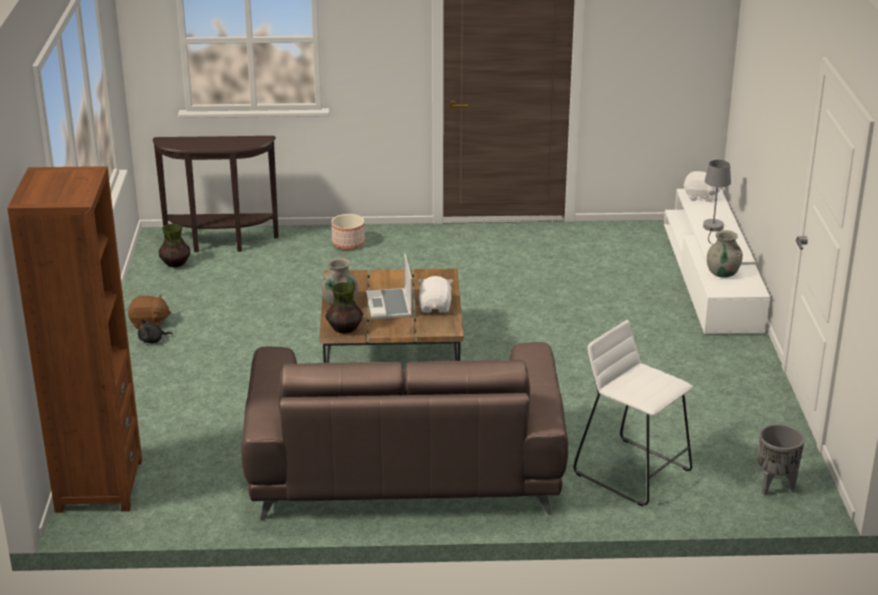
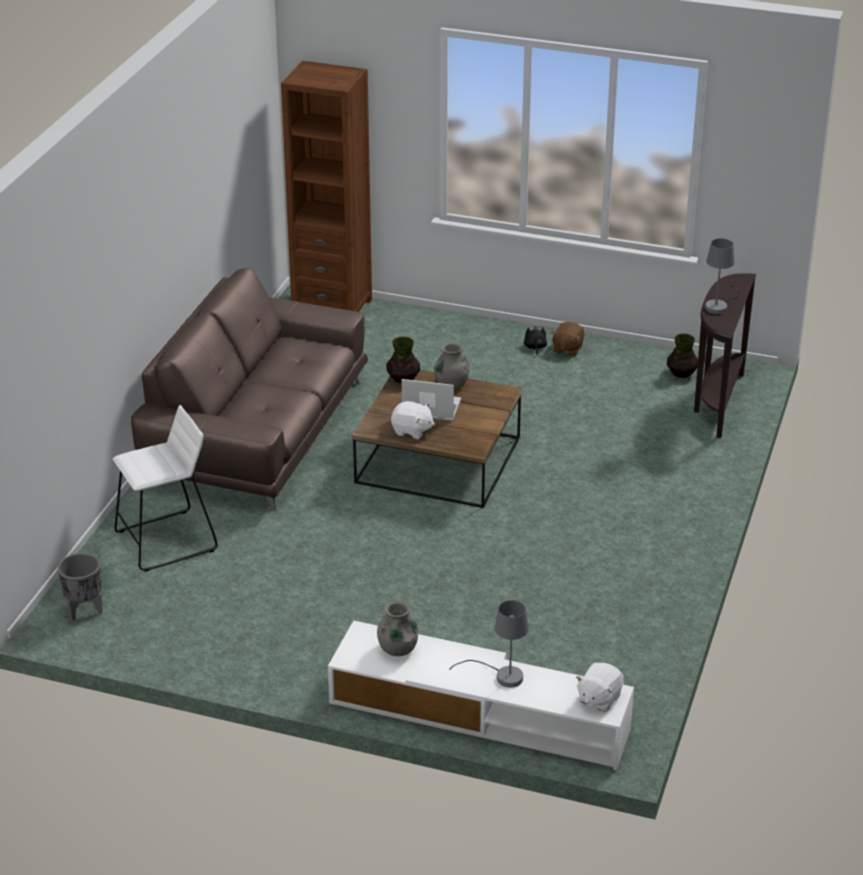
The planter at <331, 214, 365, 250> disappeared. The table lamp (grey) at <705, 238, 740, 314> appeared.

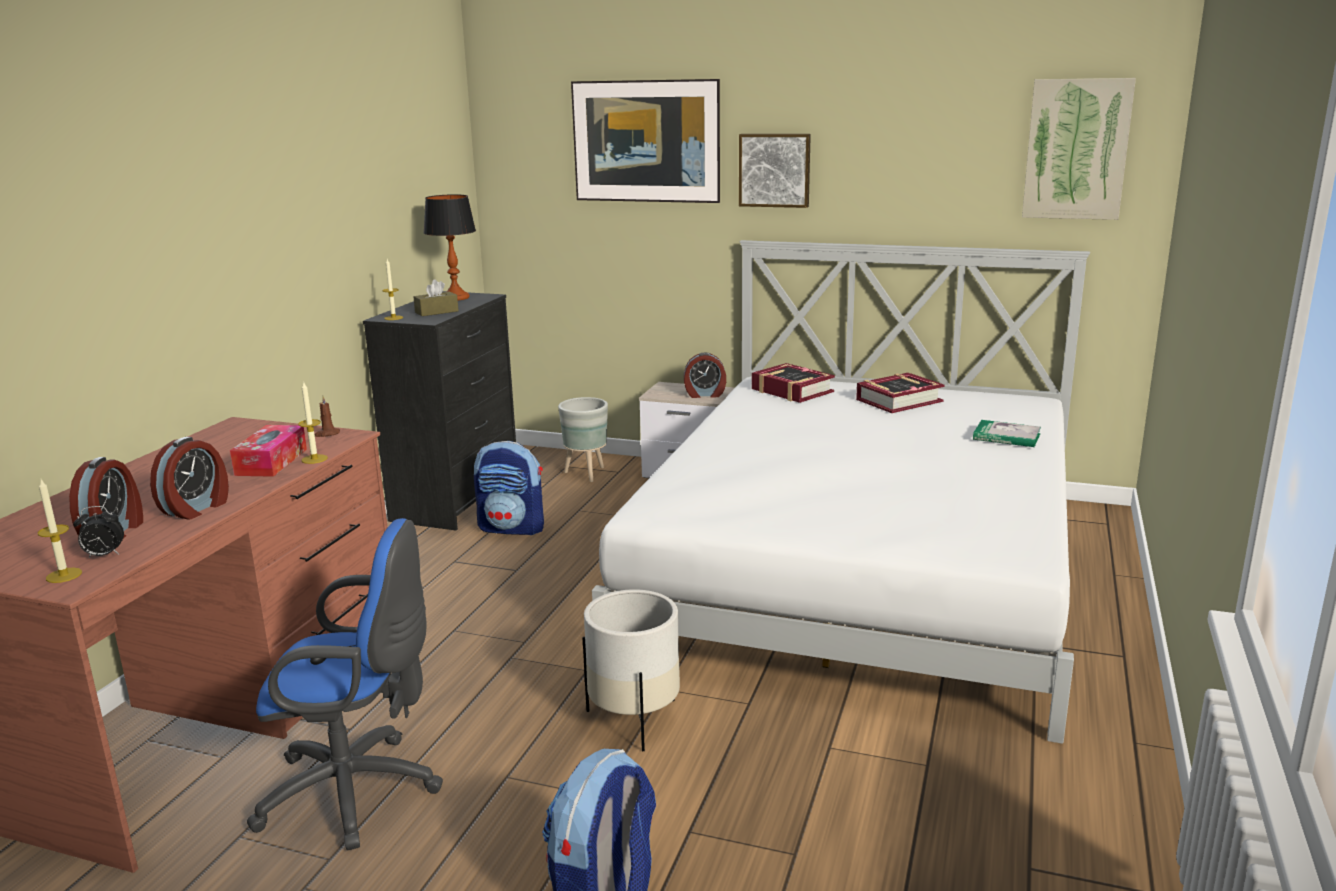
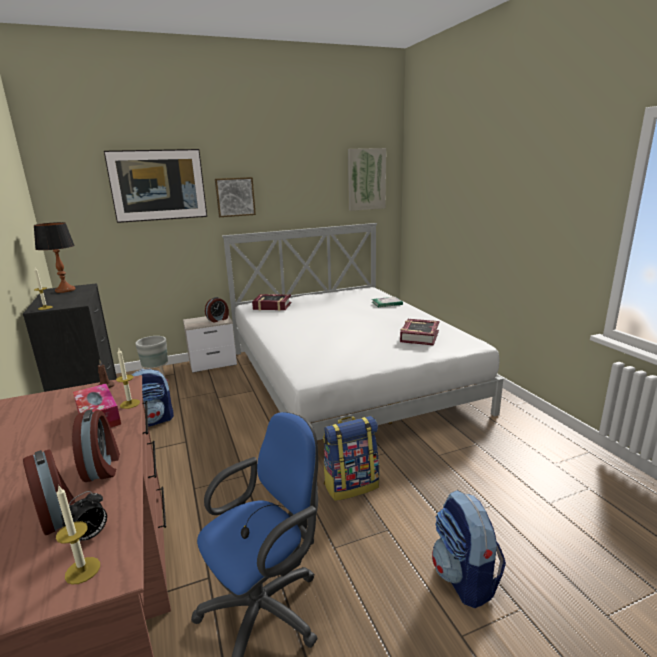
The tissue box (brown) at <414, 279, 459, 316> disappeared. The planter (white) at <583, 589, 680, 751> was replaced by the backpack at <323, 416, 379, 501>. The book moved from <856, 373, 945, 413> to <400, 319, 439, 345>.

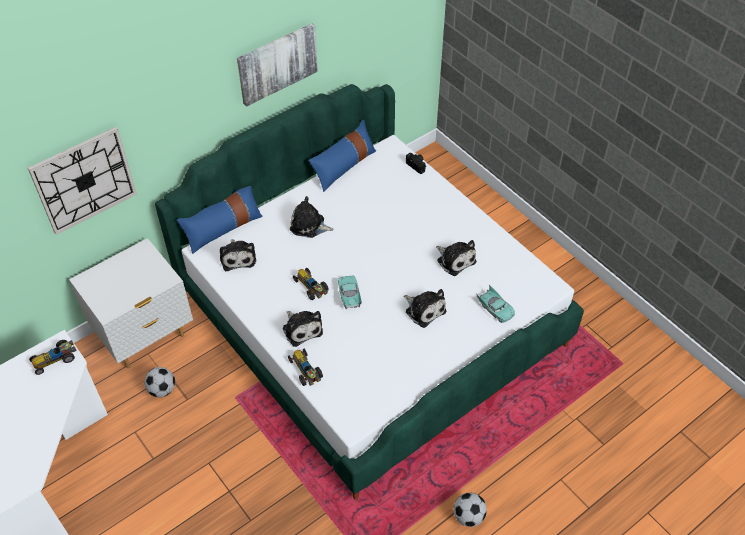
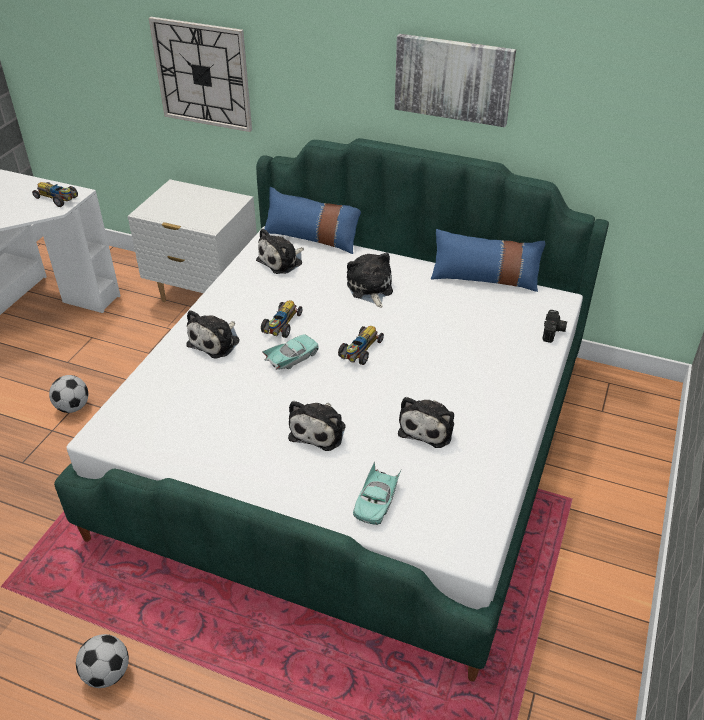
The football moved from <144, 367, 175, 397> to <49, 375, 88, 413>. The toy car moved from <288, 349, 323, 386> to <338, 326, 384, 365>.

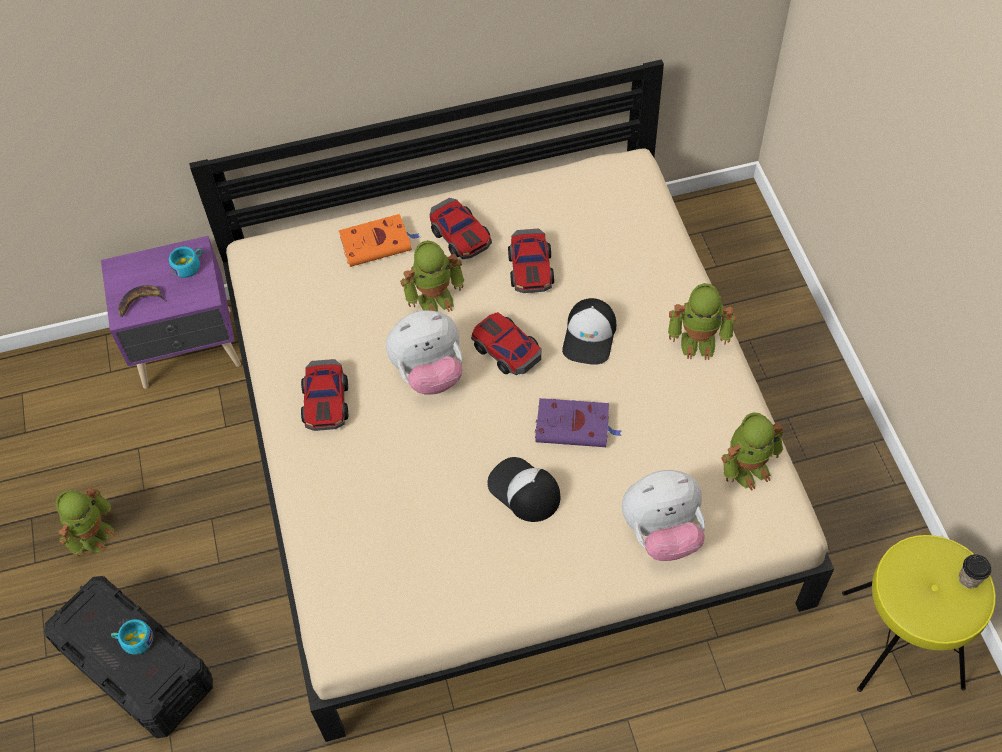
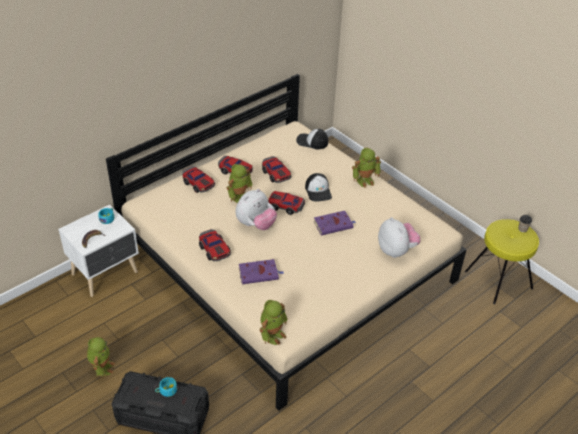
The nightstand (purple) at <101, 236, 241, 389> became the nightstand (white) at <58, 205, 139, 297>. The book (orange) at <339, 214, 420, 267> was replaced by the toy car at <182, 166, 215, 193>. The cap moved from <487, 457, 560, 522> to <296, 129, 328, 149>. The plush toy at <622, 470, 705, 561> turned 75 degrees counterclockwise. The toy robot moved from <721, 412, 783, 491> to <260, 300, 287, 345>. The book (purple) at <239, 259, 284, 284> appeared.

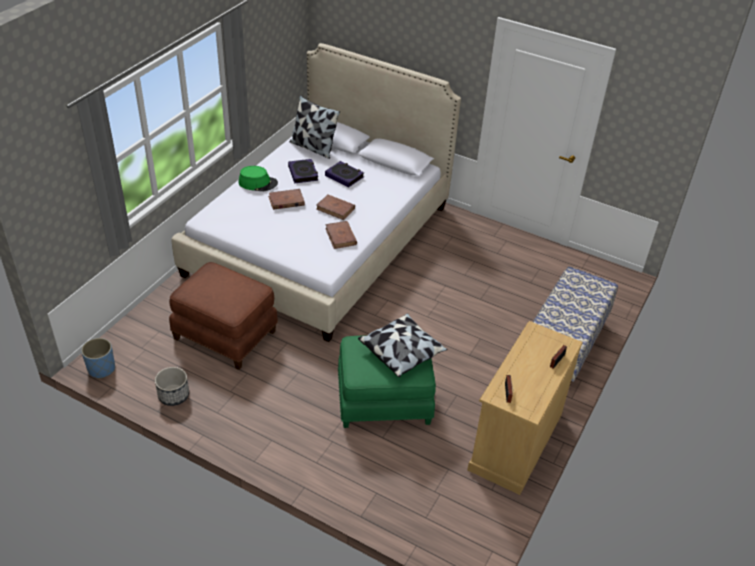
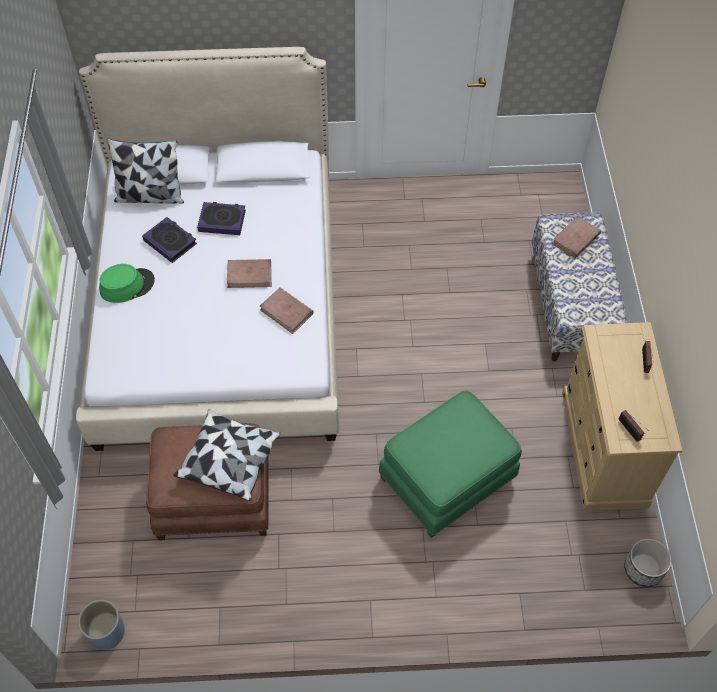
The planter moved from <155, 367, 189, 406> to <624, 538, 672, 587>. The book (brown) moved from <268, 189, 305, 210> to <552, 216, 601, 258>. The pillow moved from <358, 313, 447, 377> to <174, 409, 281, 501>.

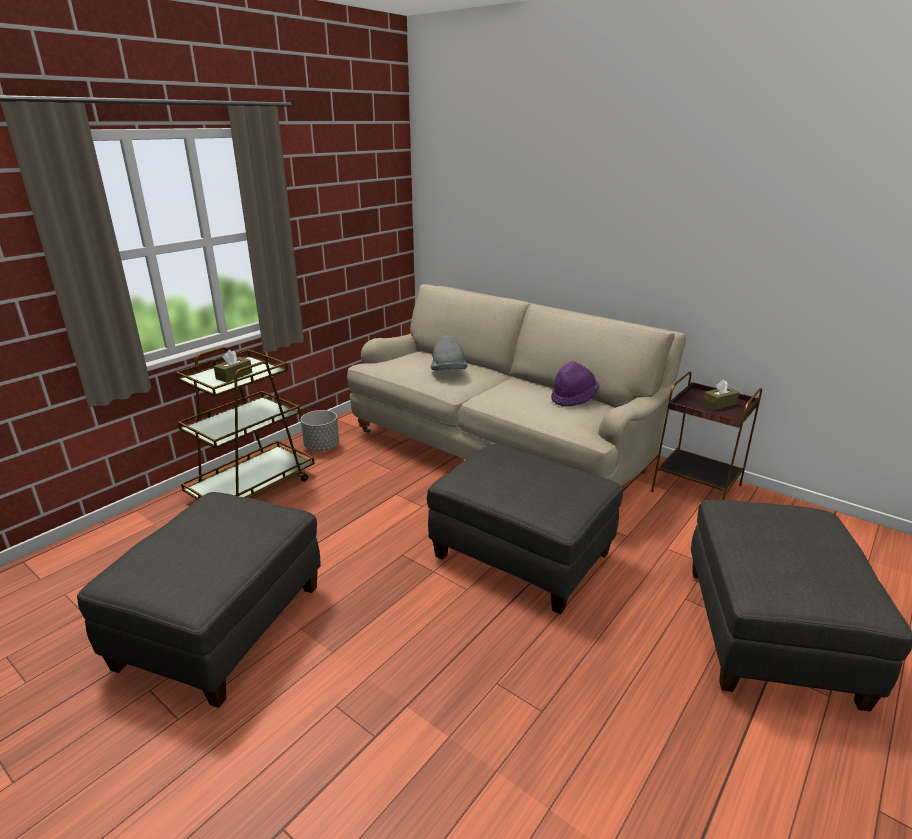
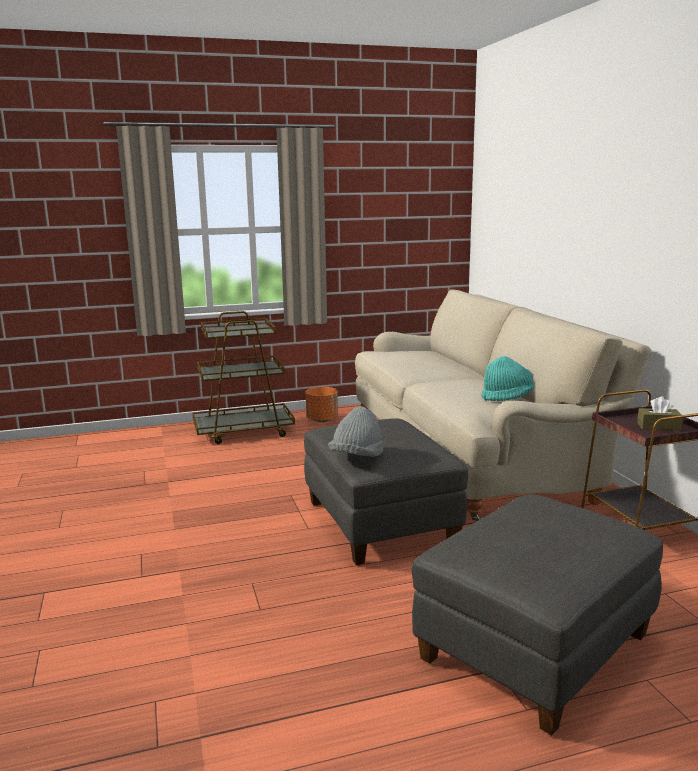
The ottoman (grey) at <77, 492, 321, 708> disappeared. The tissue box (brown) at <214, 350, 252, 383> disappeared. The planter (grey) at <301, 410, 339, 451> became the planter (orange) at <306, 387, 338, 422>. The hat (grey) moved from <430, 335, 468, 371> to <328, 406, 383, 457>. The hat (purple) at <551, 361, 599, 407> became the hat (turquoise) at <481, 356, 534, 401>.

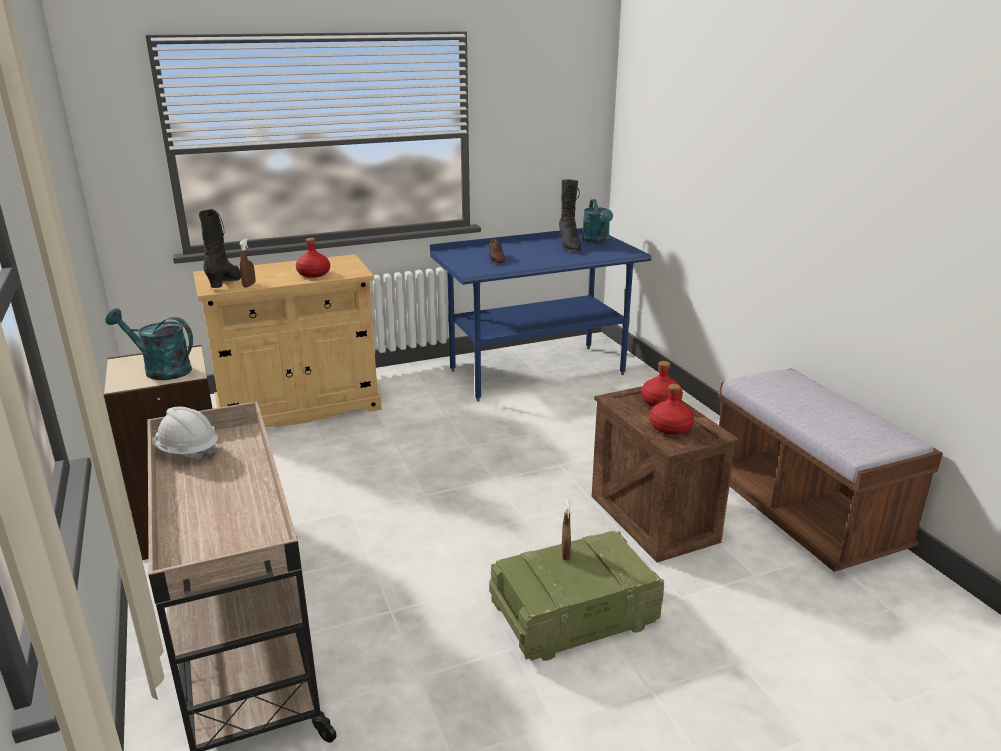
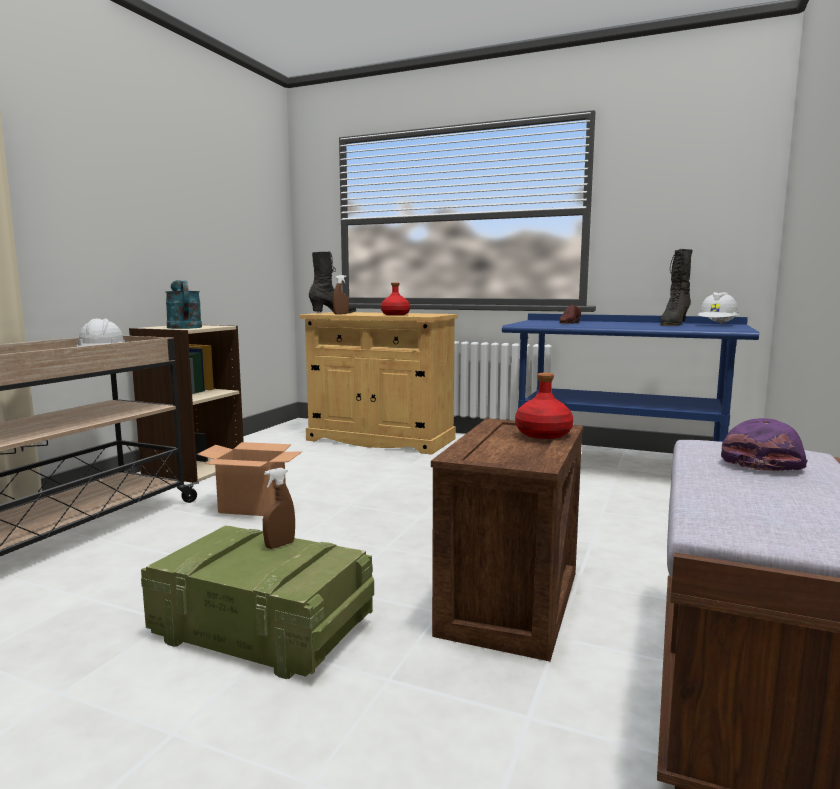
The watering can (turquoise) at <582, 199, 613, 244> was replaced by the hard hat (white) at <697, 292, 739, 324>. The bottle (red) at <650, 384, 694, 435> disappeared. The cardboard box at <197, 442, 302, 516> appeared. The cap (purple) at <721, 418, 807, 471> appeared.

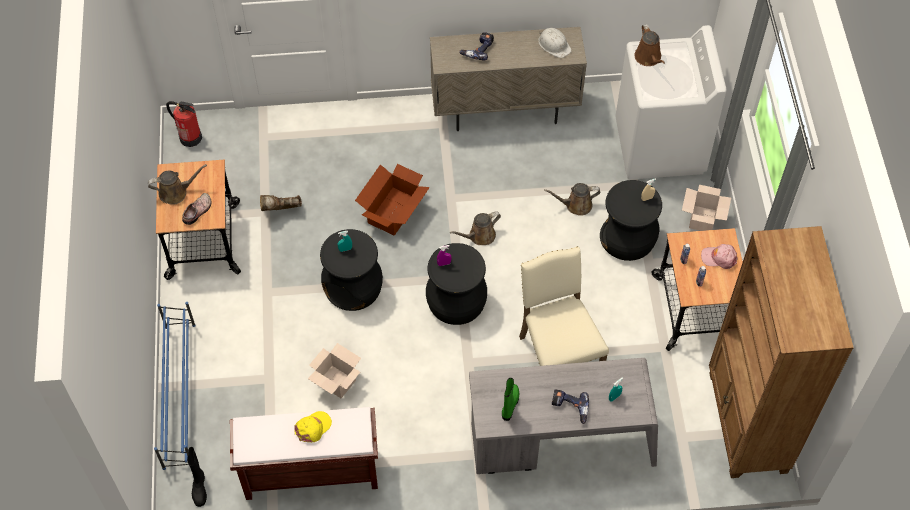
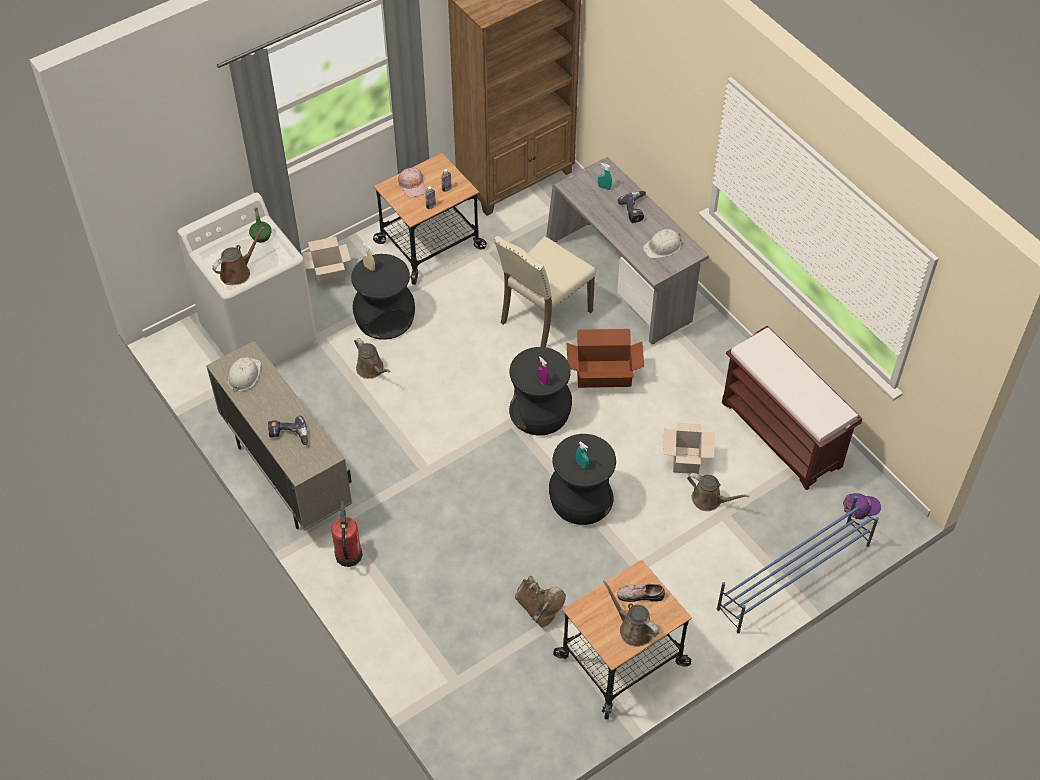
The fire extinguisher moved from <166, 101, 202, 147> to <331, 501, 363, 567>. The boot (black) at <187, 447, 207, 507> was replaced by the cap (purple) at <843, 493, 881, 520>. The cap (yellow) at <294, 411, 332, 442> disappeared. The cardboard box moved from <355, 164, 430, 236> to <567, 329, 644, 388>. The watering can (brown) moved from <449, 211, 501, 245> to <687, 473, 749, 511>. The boot (green) at <502, 378, 519, 421> was replaced by the hard hat (white) at <643, 229, 681, 258>. The bottle (green) at <249, 206, 272, 242> appeared.

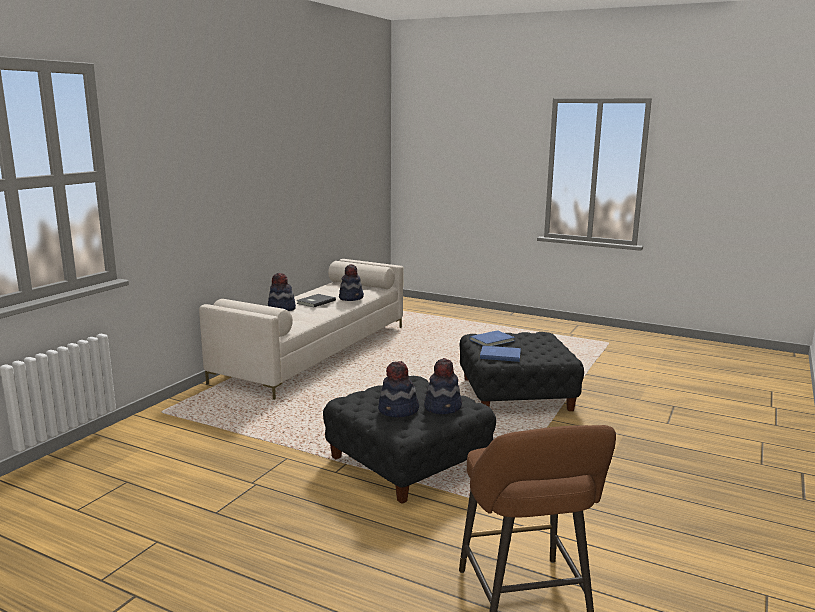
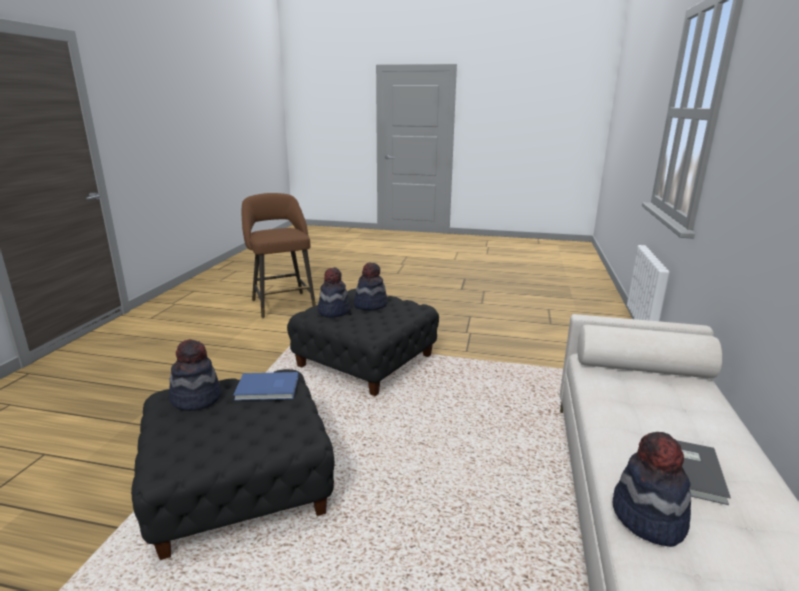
The hat moved from <268, 273, 296, 311> to <169, 339, 221, 411>. The book (blue) at <470, 330, 515, 346> disappeared.

